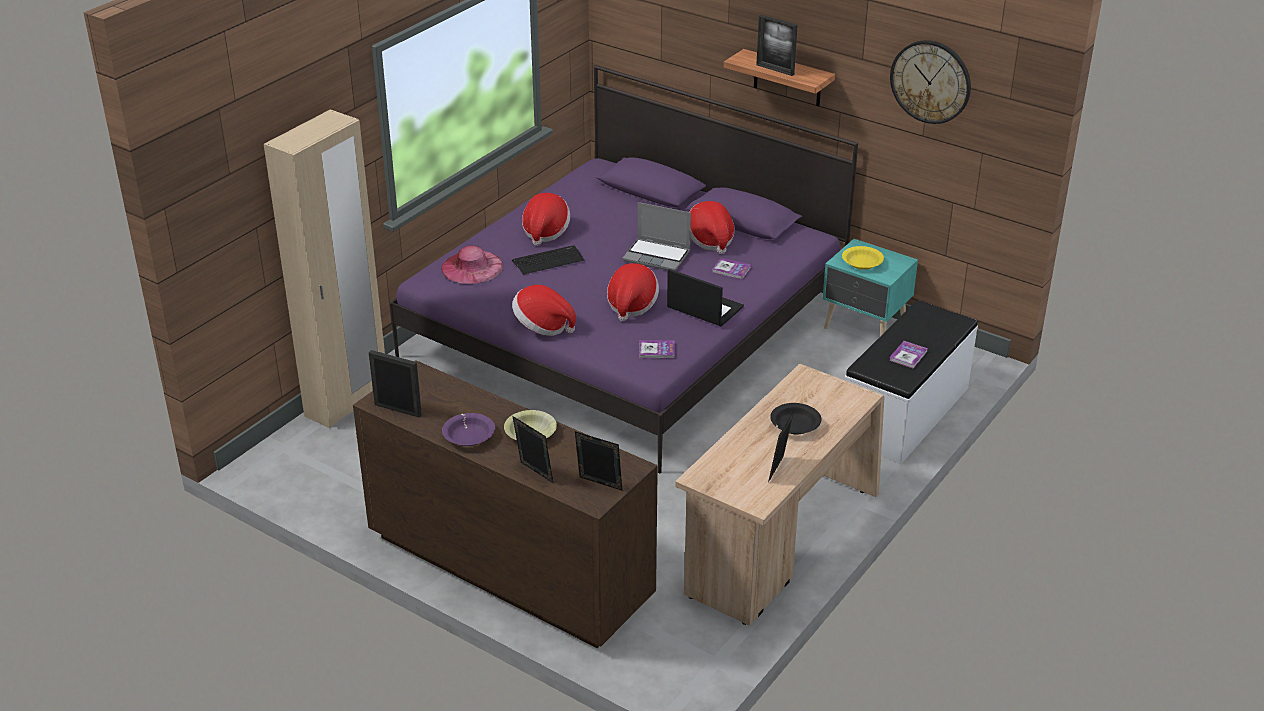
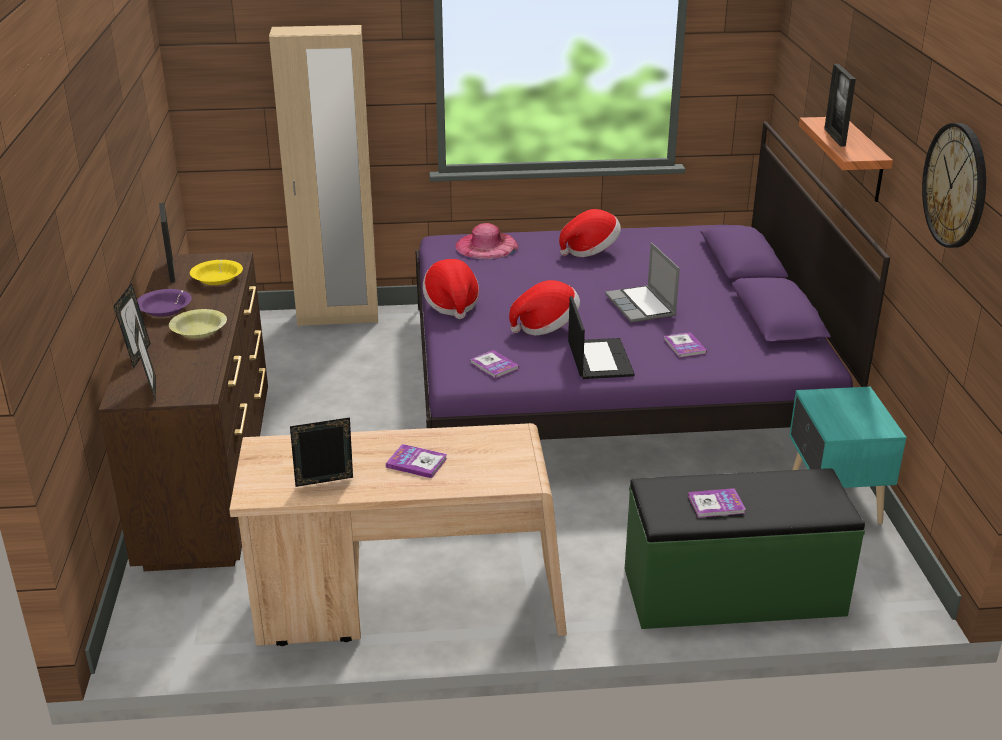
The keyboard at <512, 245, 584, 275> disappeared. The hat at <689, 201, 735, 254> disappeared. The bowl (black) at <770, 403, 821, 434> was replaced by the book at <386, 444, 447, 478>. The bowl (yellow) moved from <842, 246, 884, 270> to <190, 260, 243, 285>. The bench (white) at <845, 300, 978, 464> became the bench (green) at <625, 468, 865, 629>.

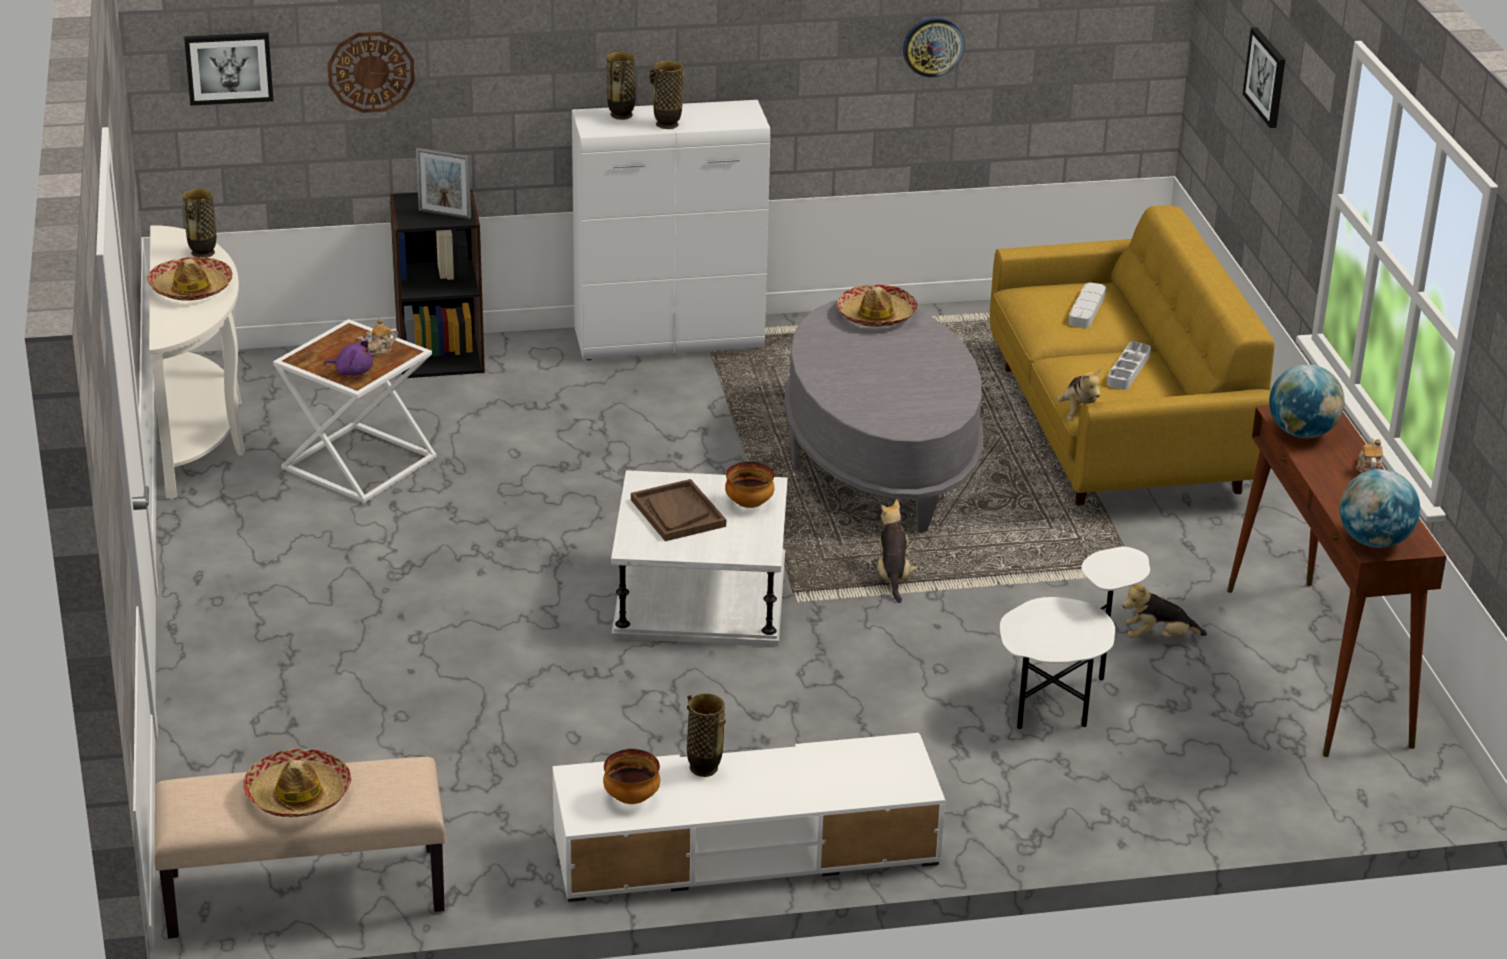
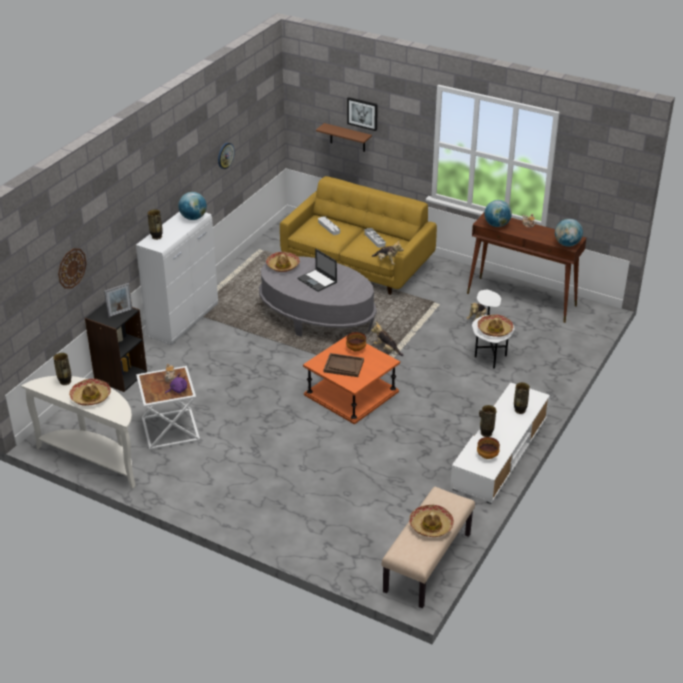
The picture at <184, 33, 273, 106> disappeared. The side table (white) at <611, 470, 788, 646> became the side table (orange) at <303, 336, 400, 425>. The vase moved from <649, 61, 685, 129> to <514, 382, 530, 414>. The globe at <178, 192, 207, 220> appeared. The laptop at <297, 248, 337, 292> appeared. The shelf (brown) at <316, 123, 372, 152> appeared. The hat at <478, 314, 514, 337> appeared.

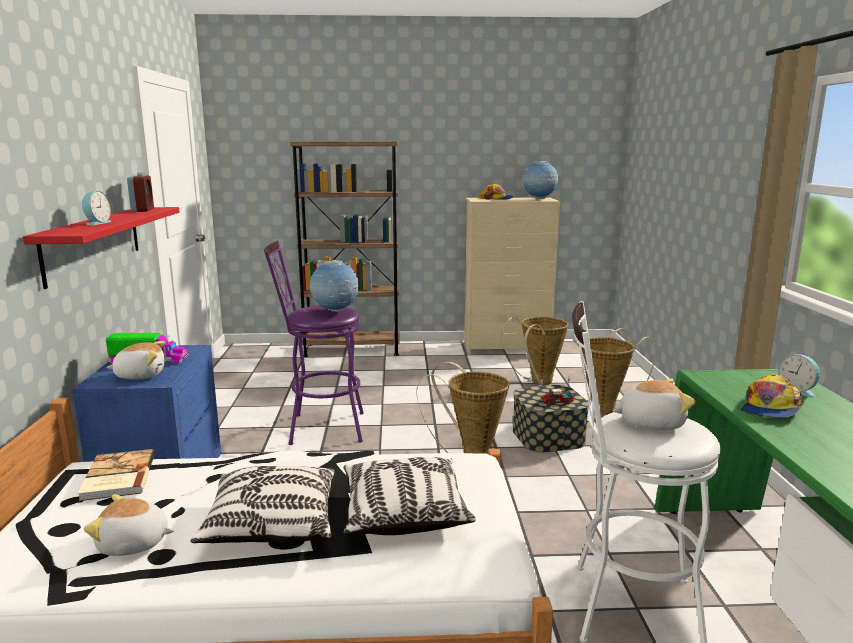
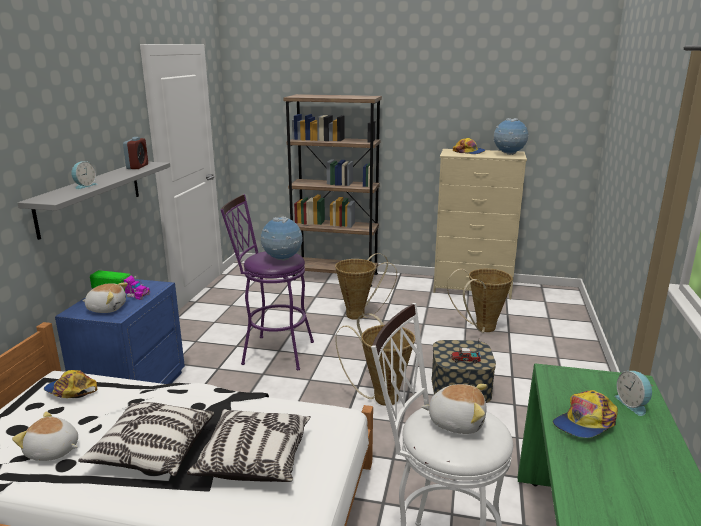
The shelf (red) at <23, 207, 179, 289> became the shelf (grey) at <18, 162, 170, 240>. The book at <77, 449, 155, 501> was replaced by the cap at <44, 370, 97, 398>. The basket moved from <582, 328, 656, 414> to <335, 253, 397, 320>.

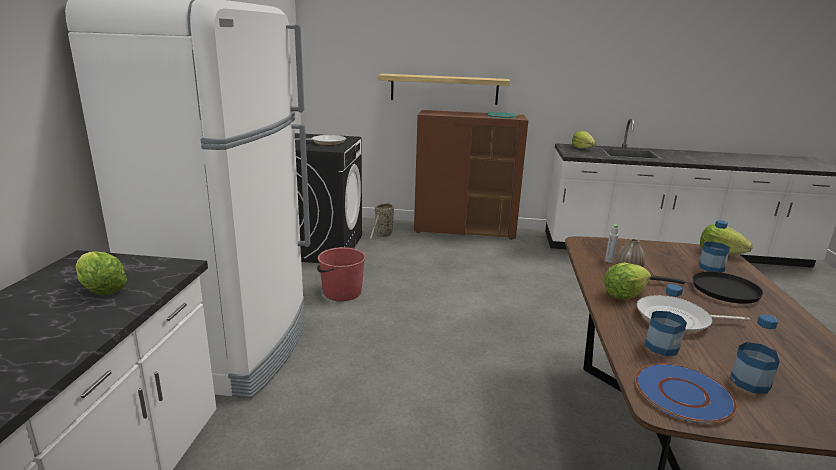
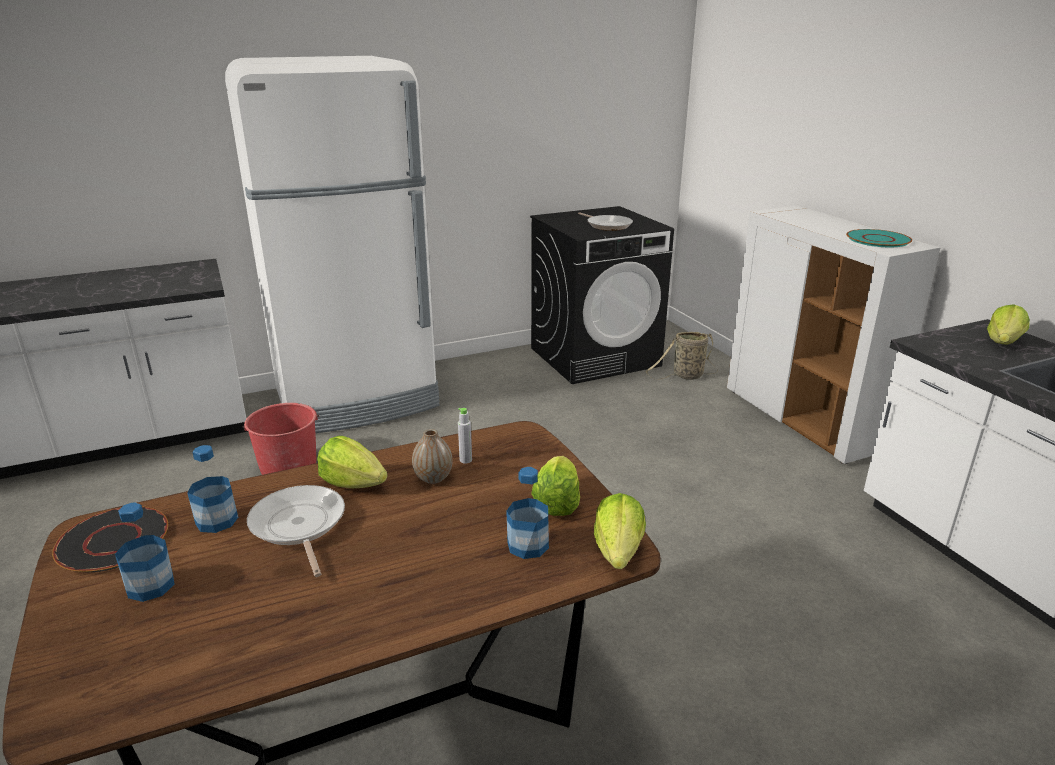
The lettuce moved from <75, 252, 127, 296> to <531, 456, 580, 516>. The bucket (red) moved from <317, 247, 366, 301> to <243, 403, 319, 475>. The shelf at <378, 74, 510, 105> disappeared. The cabinet (brown) at <414, 110, 528, 240> became the cabinet (white) at <727, 206, 940, 464>. The plate (blue) at <635, 363, 737, 423> became the plate (black) at <52, 507, 168, 572>. The frying pan (black) at <650, 271, 763, 304> disappeared.

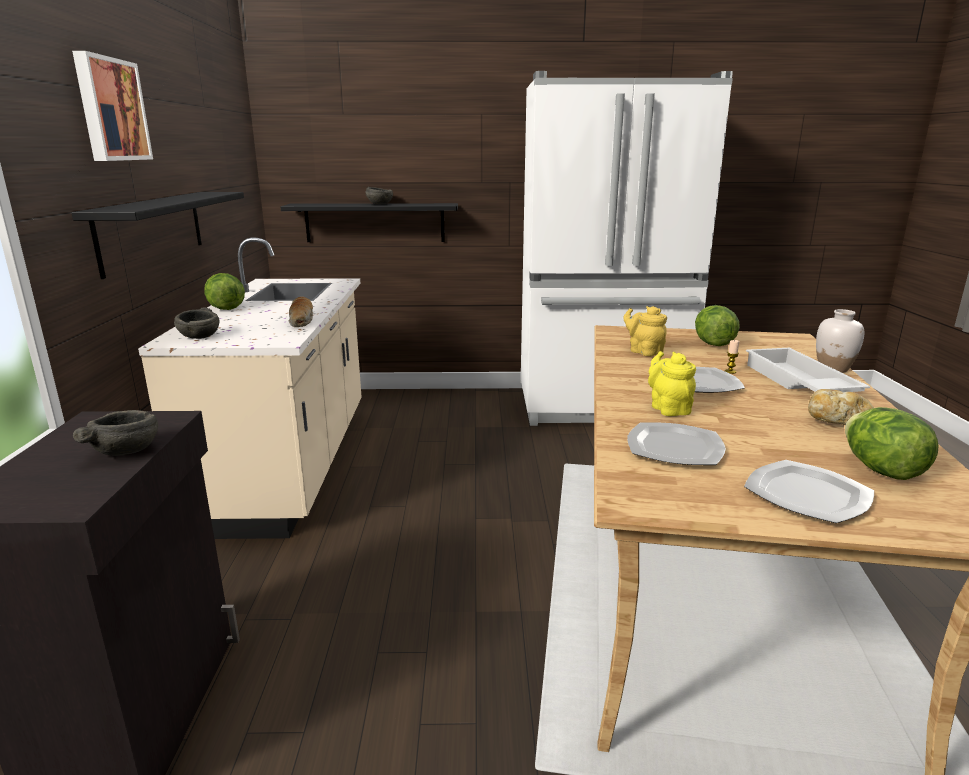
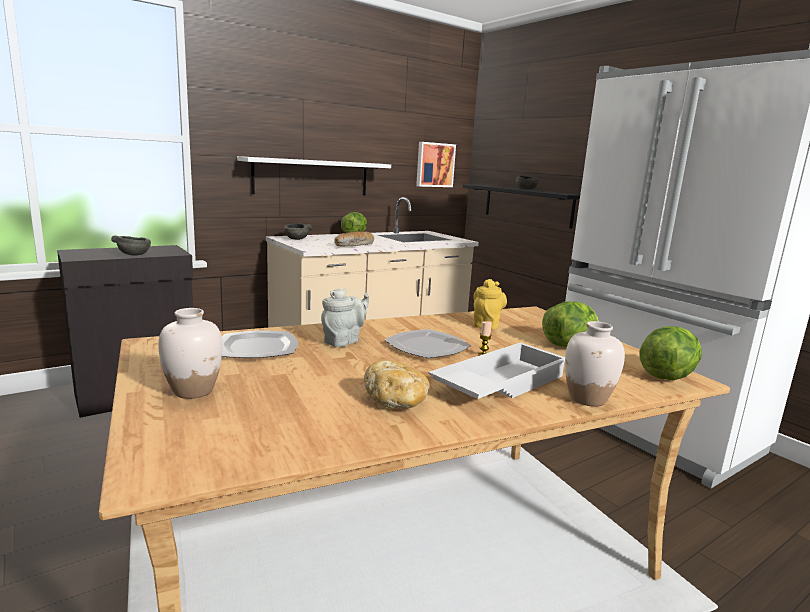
The picture moved from <72, 51, 153, 161> to <416, 142, 456, 187>. The shelf (black) at <72, 192, 244, 279> became the shelf (white) at <237, 156, 391, 195>. The teapot (yellow) at <648, 351, 696, 416> became the teapot (grey) at <321, 289, 369, 347>. The plate at <744, 460, 874, 523> was replaced by the vase (white) at <158, 308, 222, 399>. The lettuce moved from <845, 407, 939, 480> to <639, 326, 702, 380>.

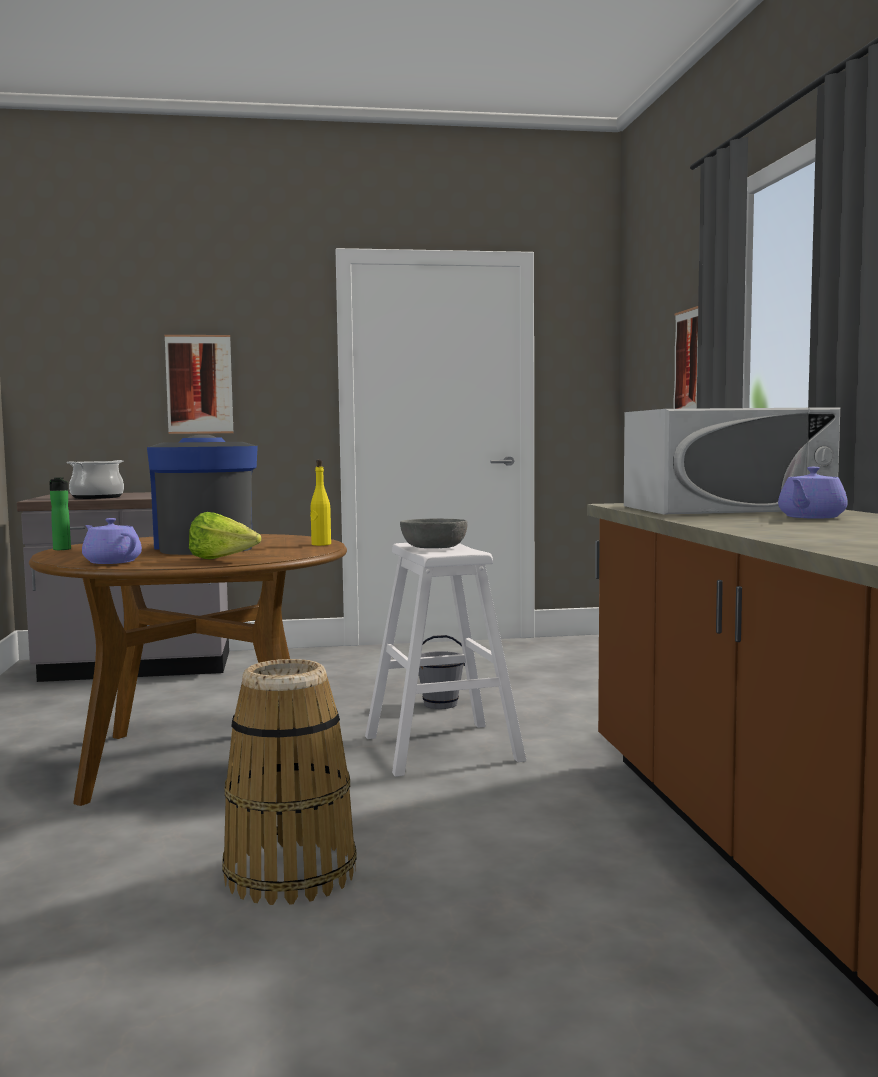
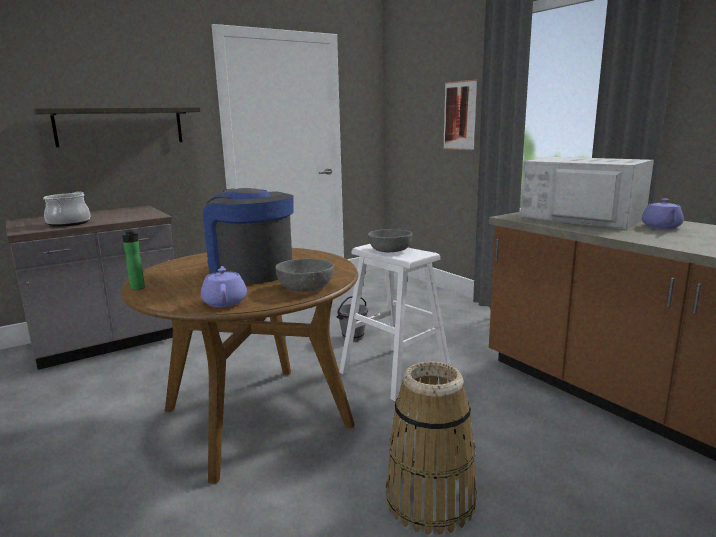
The teapot (purple) at <82, 518, 142, 564> turned 60 degrees clockwise. The picture at <164, 335, 234, 434> was replaced by the shelf at <33, 107, 200, 147>. The lettuce at <189, 512, 262, 559> was replaced by the bowl (grey) at <275, 259, 334, 292>. The bottle (yellow) at <310, 459, 331, 546> disappeared. The microwave (white) at <624, 407, 840, 514> turned 105 degrees counterclockwise.

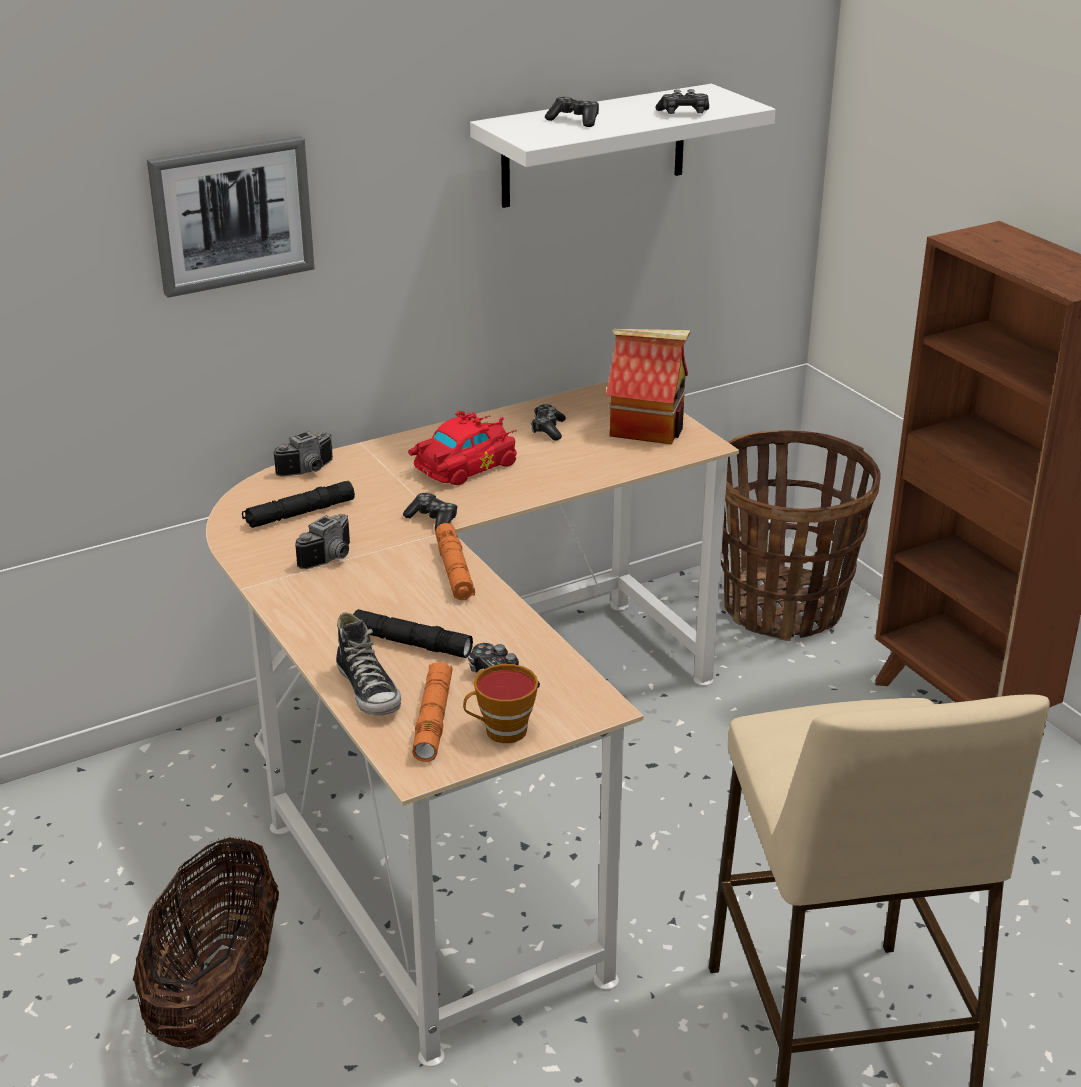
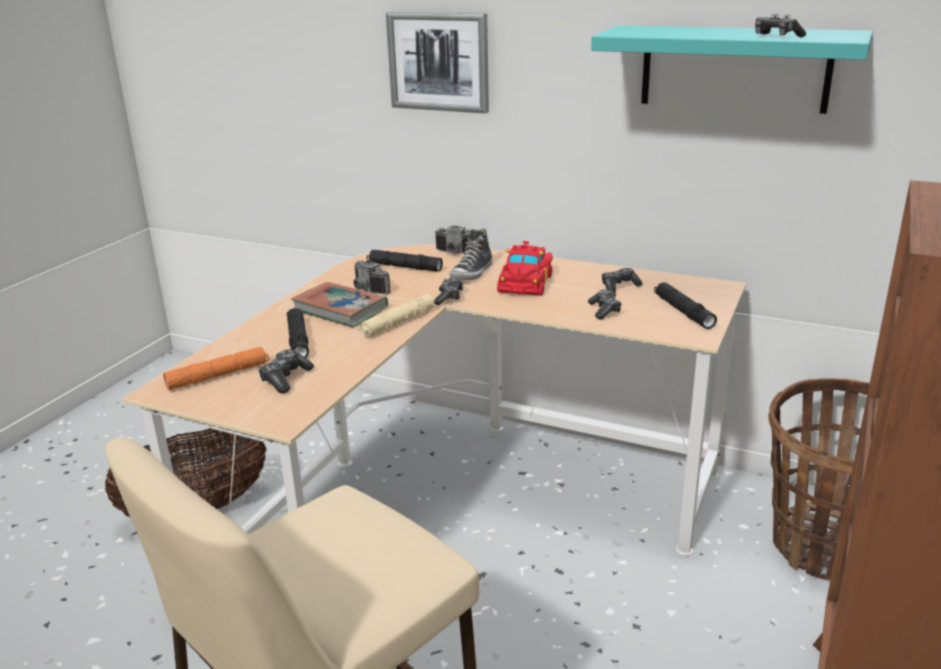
The photo camera at <295, 514, 350, 569> turned 45 degrees clockwise. The shoe moved from <336, 612, 401, 715> to <450, 228, 493, 280>. The toy car (red) at <408, 410, 517, 485> turned 90 degrees clockwise. The flashlight (orange) at <435, 523, 475, 600> became the flashlight (beige) at <357, 294, 435, 337>. The cup at <463, 664, 538, 743> disappeared. The shelf (white) at <470, 84, 775, 208> became the shelf (turquoise) at <591, 25, 873, 114>. The game controller moved from <545, 97, 599, 127> to <588, 289, 622, 319>. The toy house at <606, 329, 690, 444> was replaced by the flashlight (black) at <654, 282, 717, 329>. The book at <291, 282, 388, 327> appeared.

